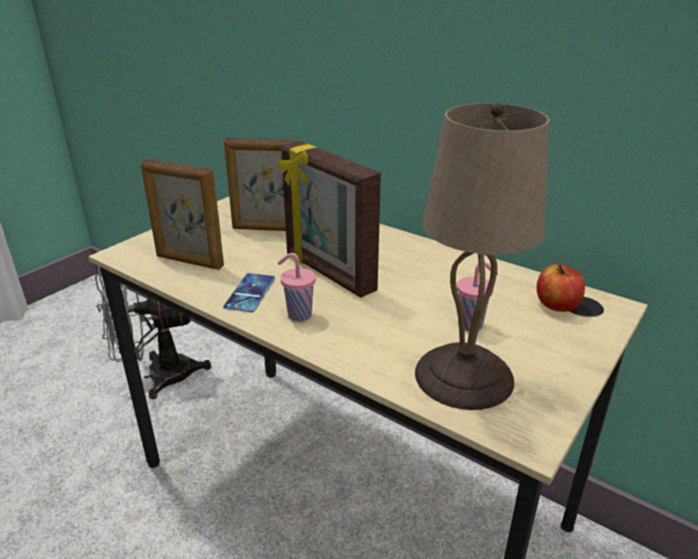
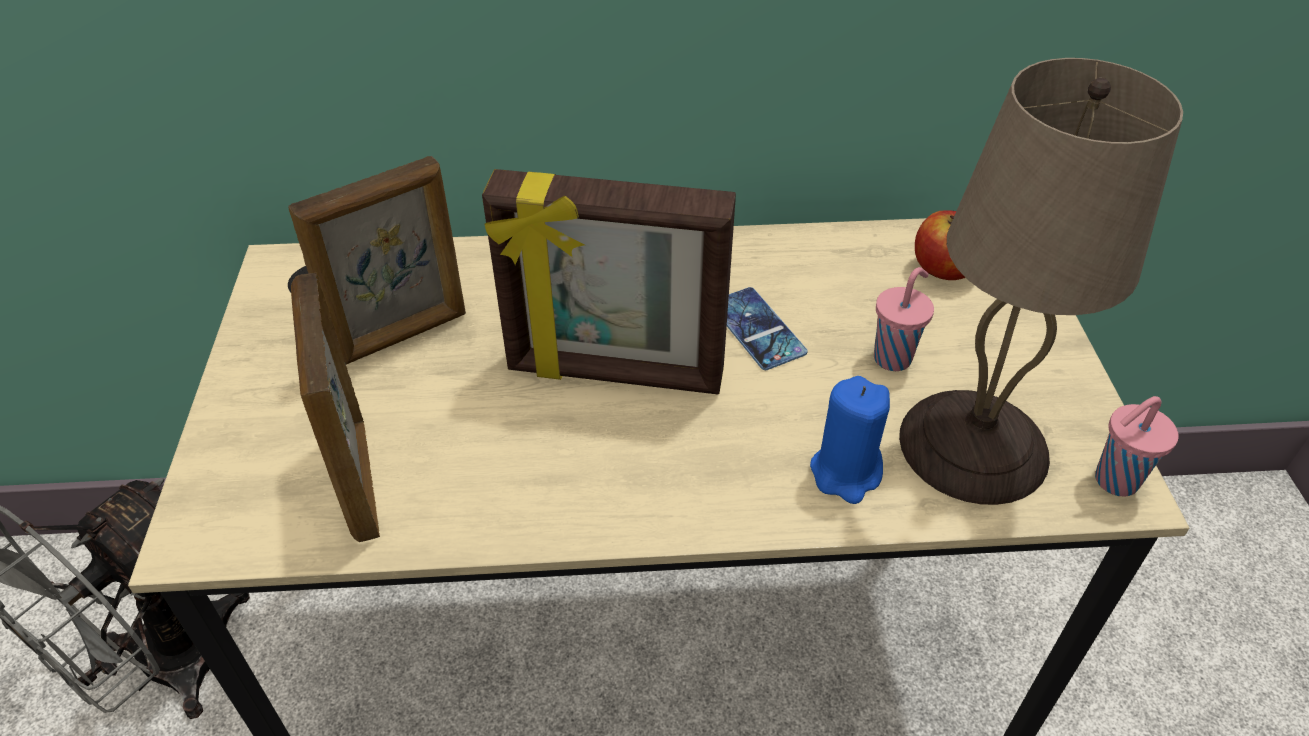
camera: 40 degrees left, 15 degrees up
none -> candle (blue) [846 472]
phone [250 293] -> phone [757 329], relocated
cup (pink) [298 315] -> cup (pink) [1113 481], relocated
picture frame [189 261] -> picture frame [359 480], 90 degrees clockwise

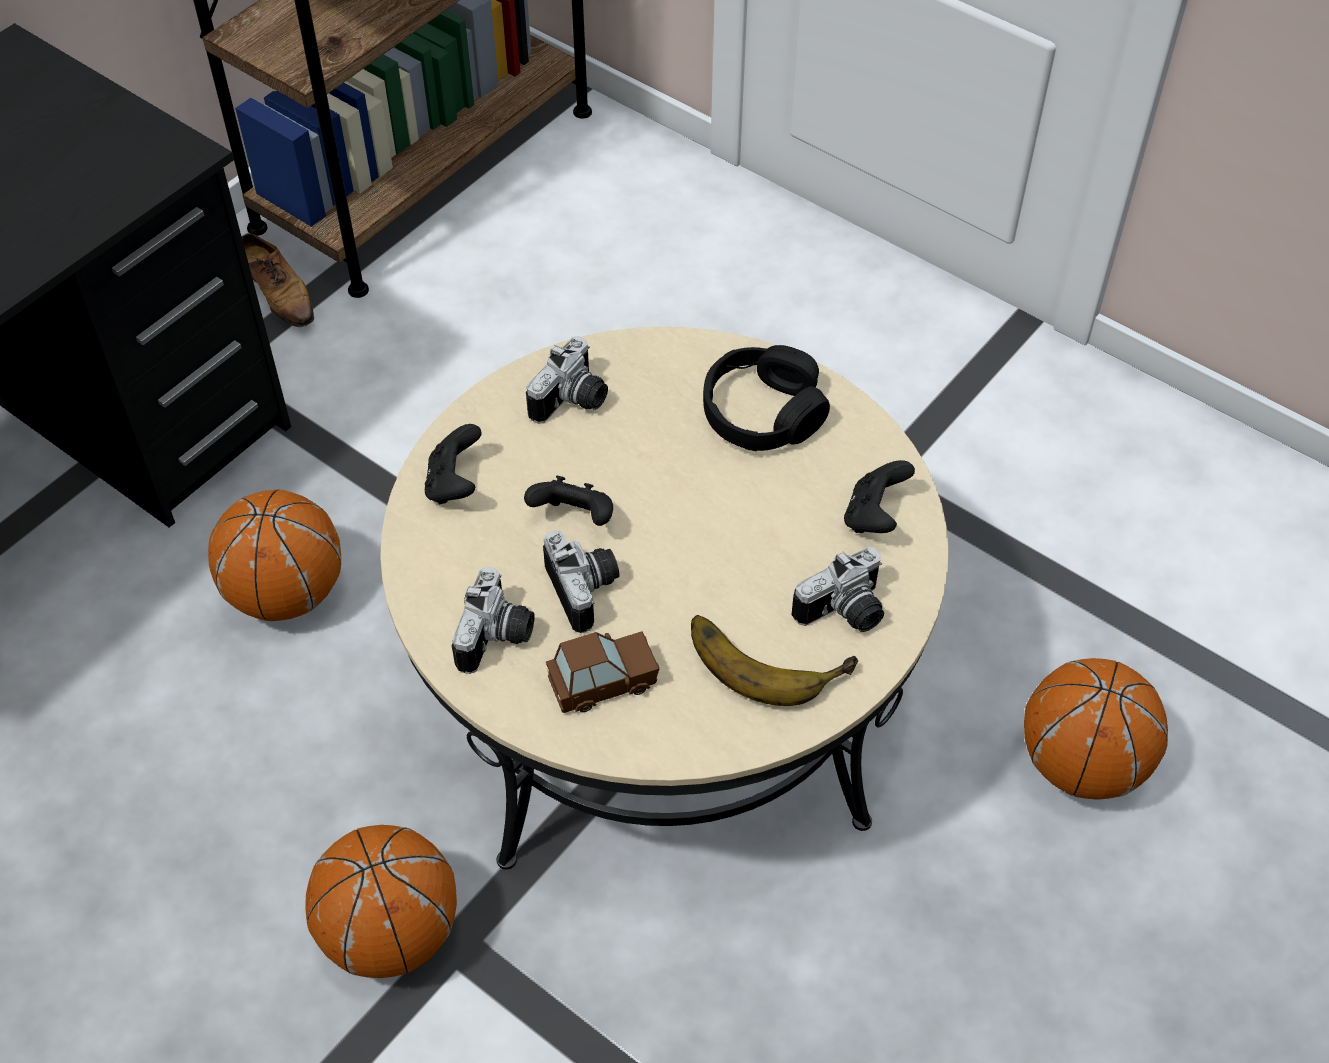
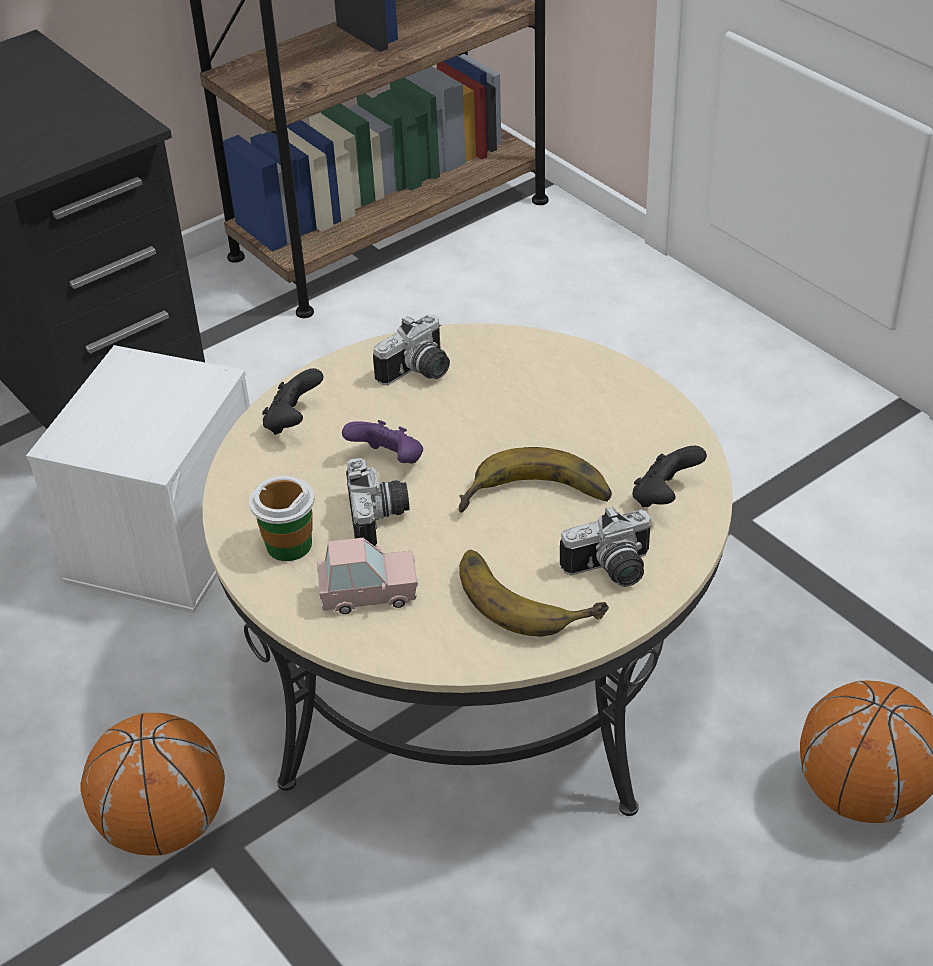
camera: 15 degrees right, 10 degrees down
shoe [279 293] -> none
headphones (black) [763 413] -> none
none -> banana [536 501]
basketball [286 593] -> storage box (white) [166 536]
photo camera [498 638] -> cup [288 544]
game controller (black) [574 518] -> game controller (purple) [389 461]
toy car (brown) [603 683] -> toy car (pink) [369 594]

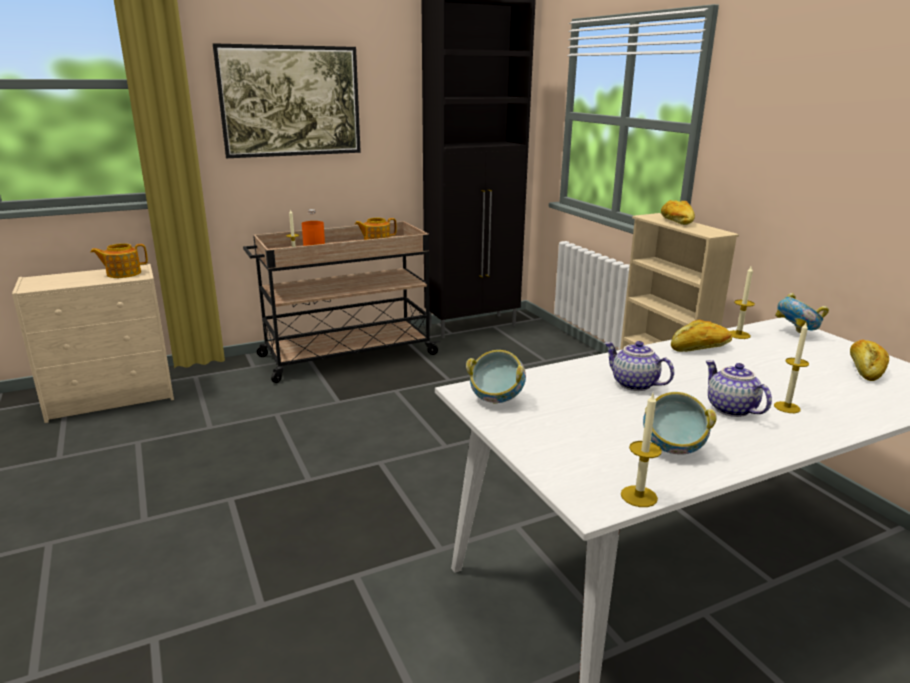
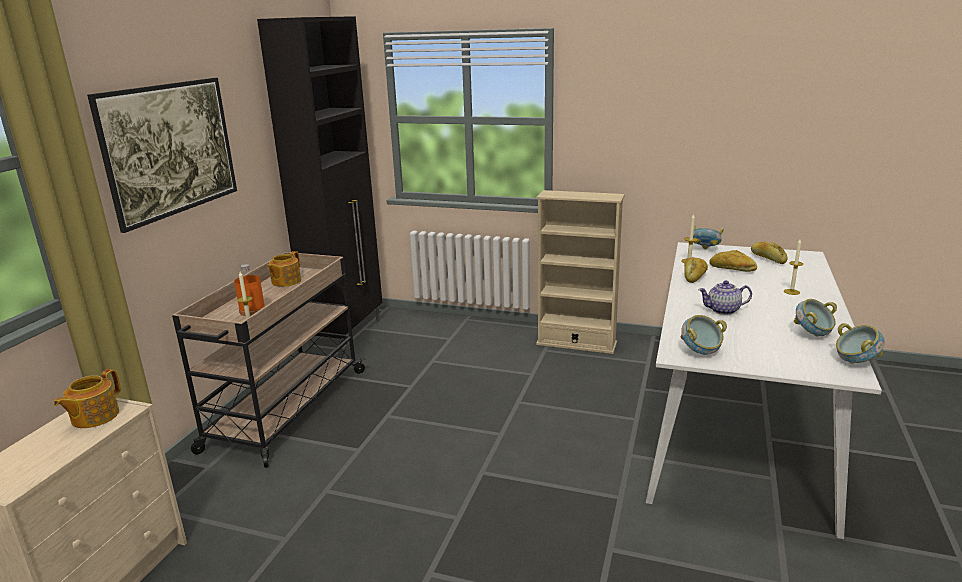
camera: 45 degrees left, 0 degrees up
teapot [730 409] -> none
bread [676 221] -> bread [732 269], relocated
candle [639 496] -> bowl [855 362]

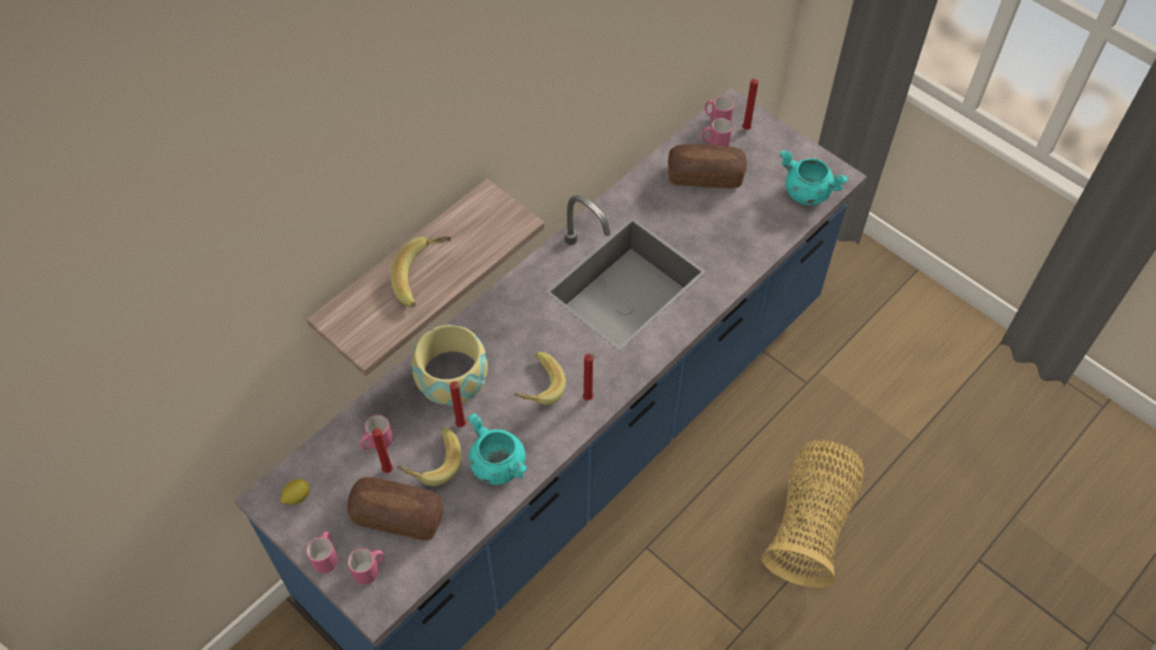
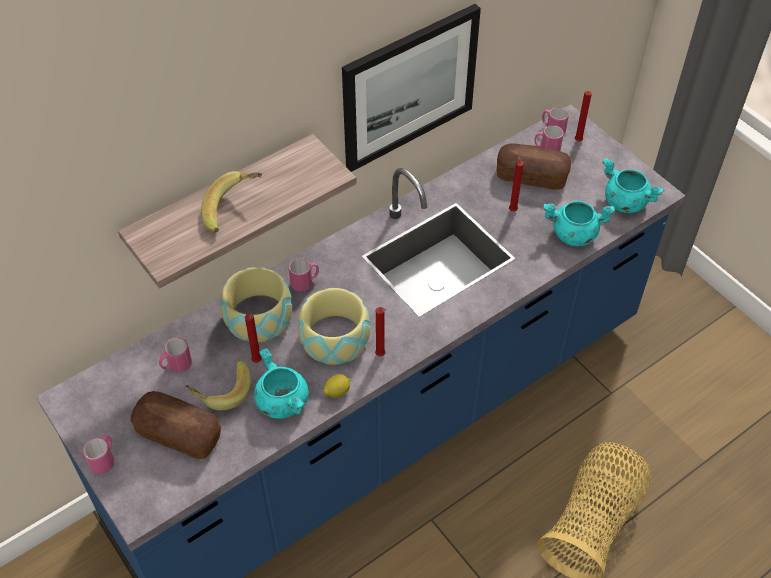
camera: 10 degrees right, 5 degrees down
none -> picture [409 87]
none -> cooking pot (turquoise) [573 234]
lemon [297 497] -> lemon [337 392], relocated
mug (pink) [370 570] -> mug (pink) [305 282], relocated
candle (red) [387 468] -> candle (red) [512 209], relocated
banana [536 388] -> bowl [334 338]

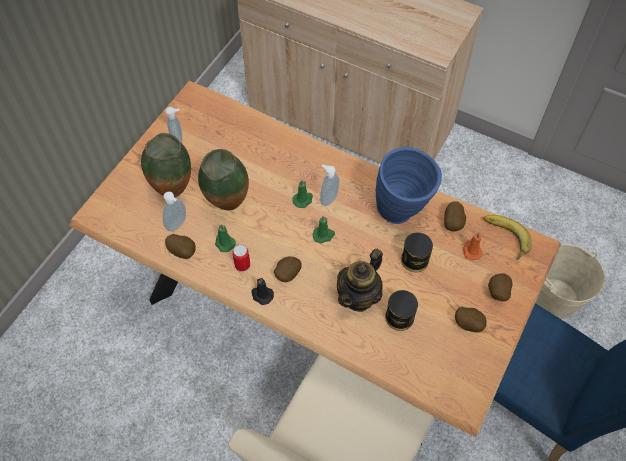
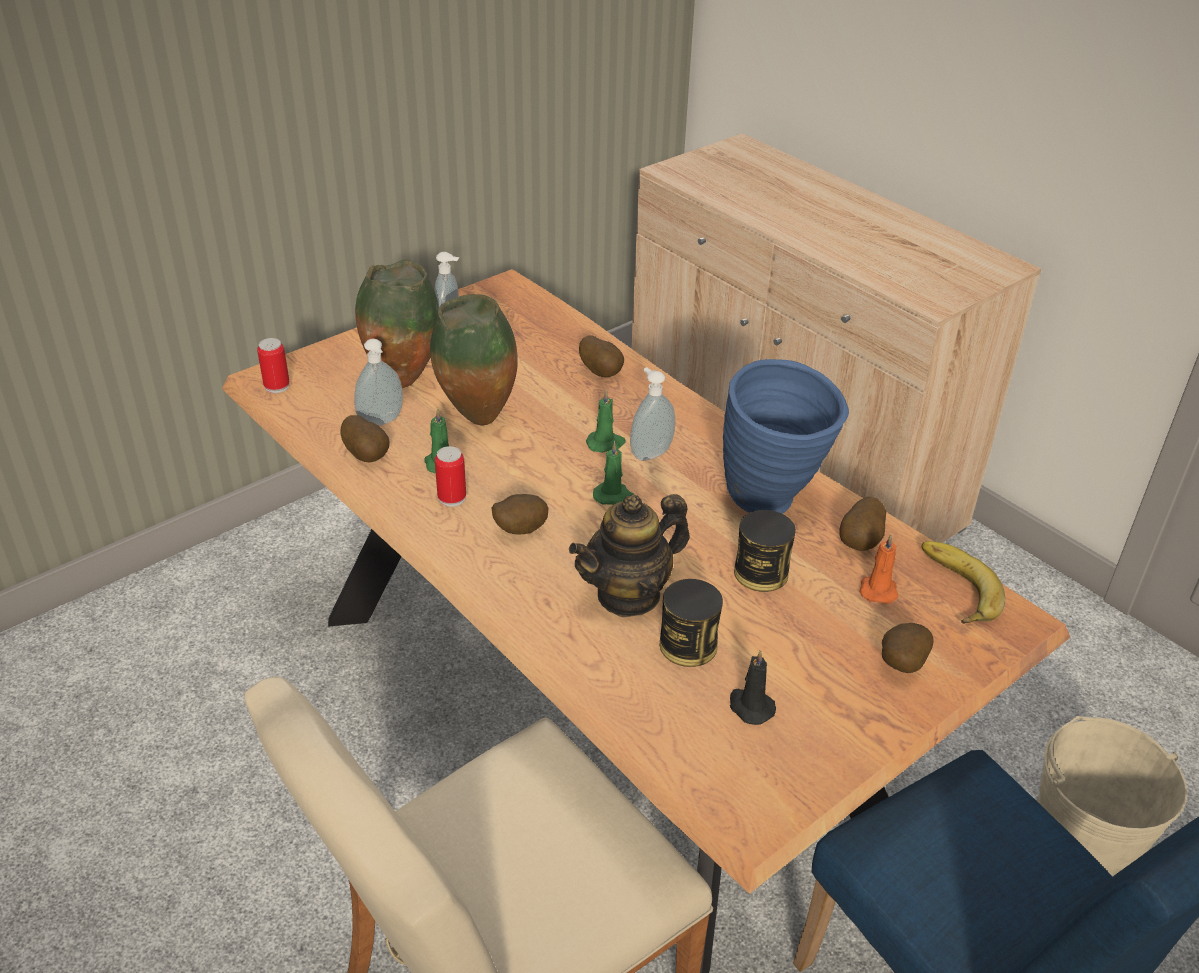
camera: 20 degrees right, 20 degrees down
none -> can [277 386]
candle (black) [261 295] -> candle (black) [750 706], relocated
potato [468 323] -> potato [602 372], relocated

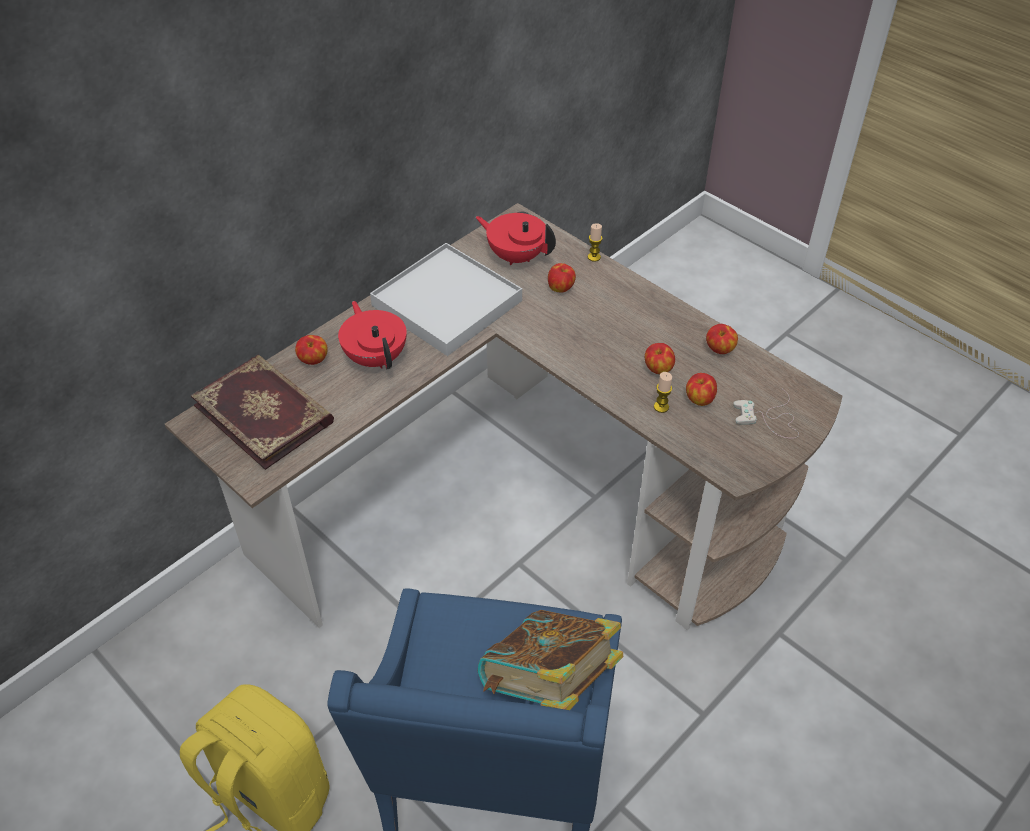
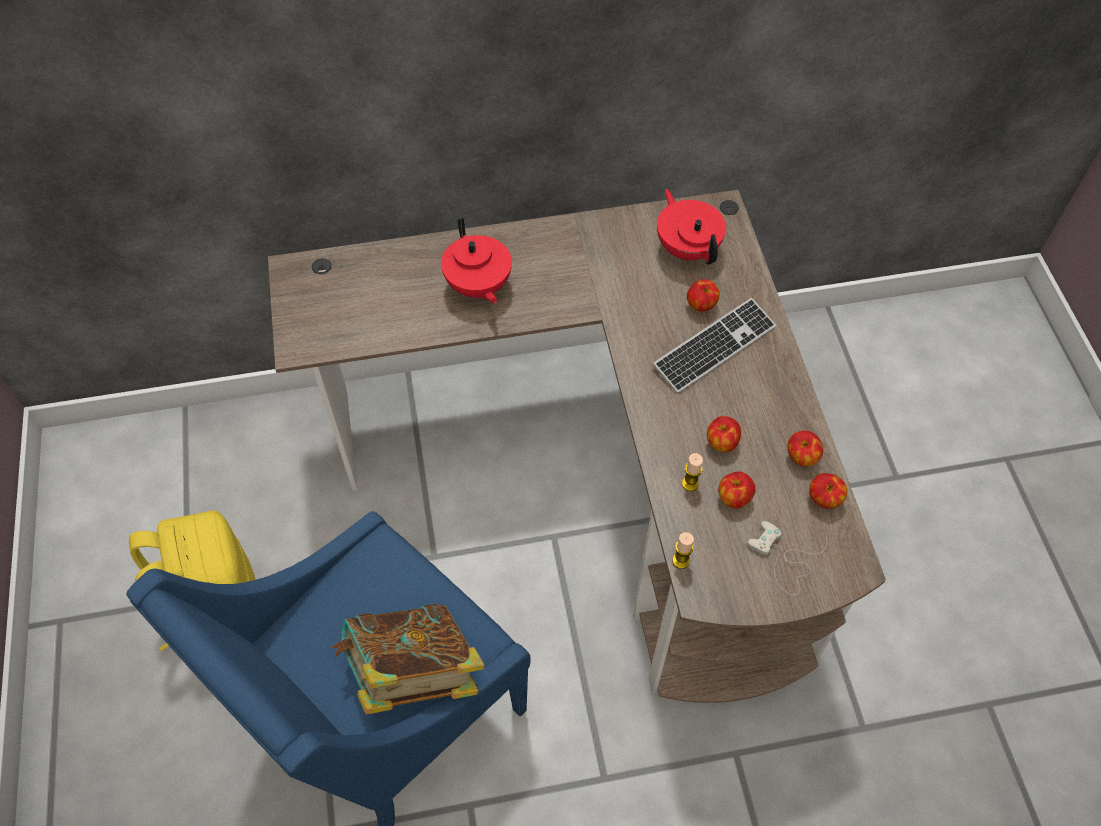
camera: 35 degrees right, 10 degrees up
book [265 412] -> none
tray (white) [447 303] -> none
none -> keyboard [714 347]
apple [313 360] -> apple [824 499], relocated
candle [594 257] -> candle [681 560], relocated
teapot (red) [376 357] -> teapot (red) [478 286], 150 degrees clockwise

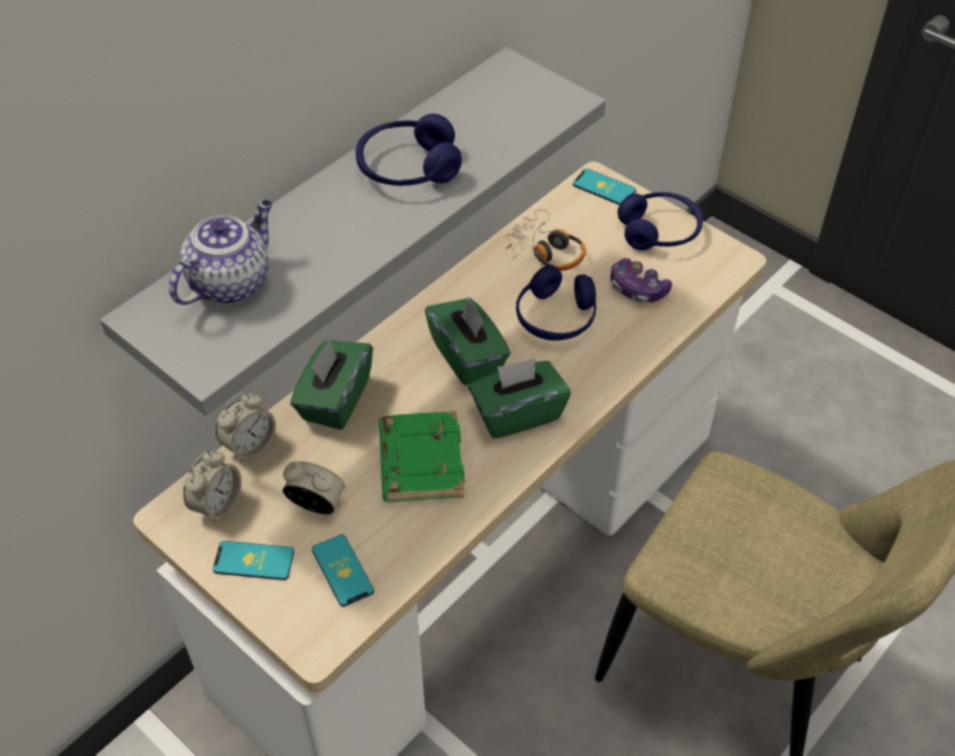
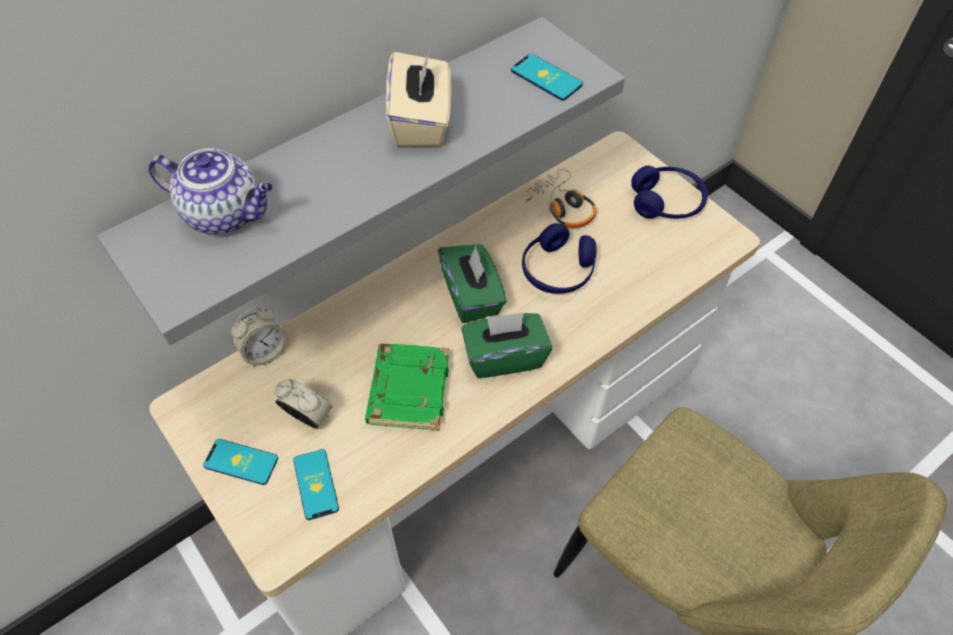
camera: 10 degrees right, 5 degrees up
alarm clock [217 504] -> none
tissue box (green) [335 400] -> none
game controller [637 289] -> none
phone [604 188] -> phone [546 78], relocated
headphones (blue) [408 168] -> tissue box (beige) [421 122]
teapot [230 282] -> teapot [225 214], 60 degrees clockwise

